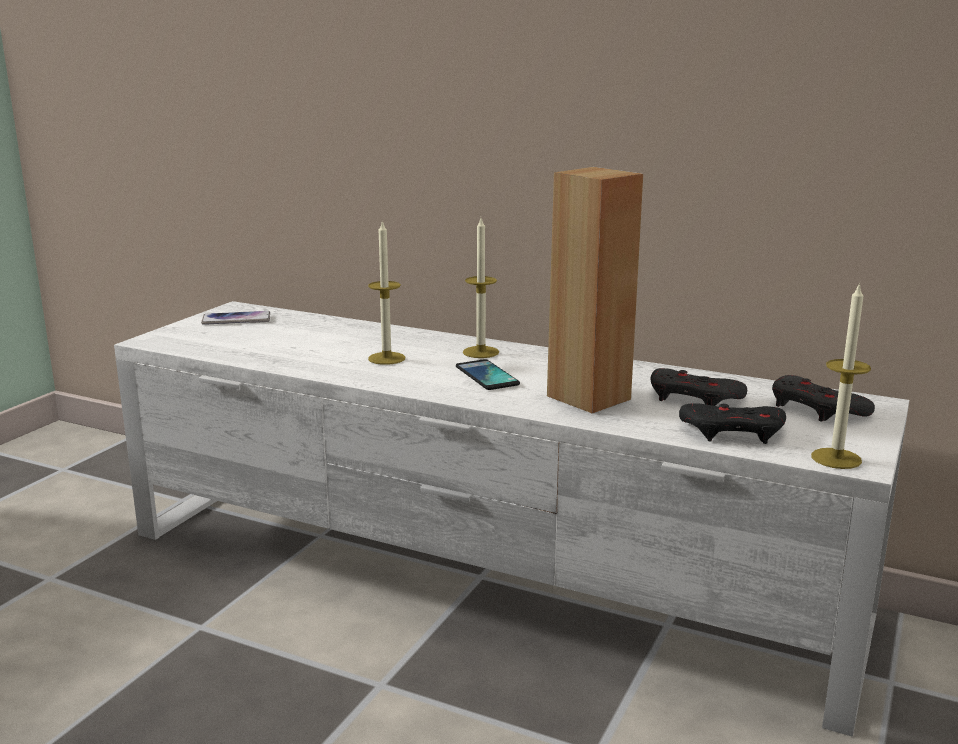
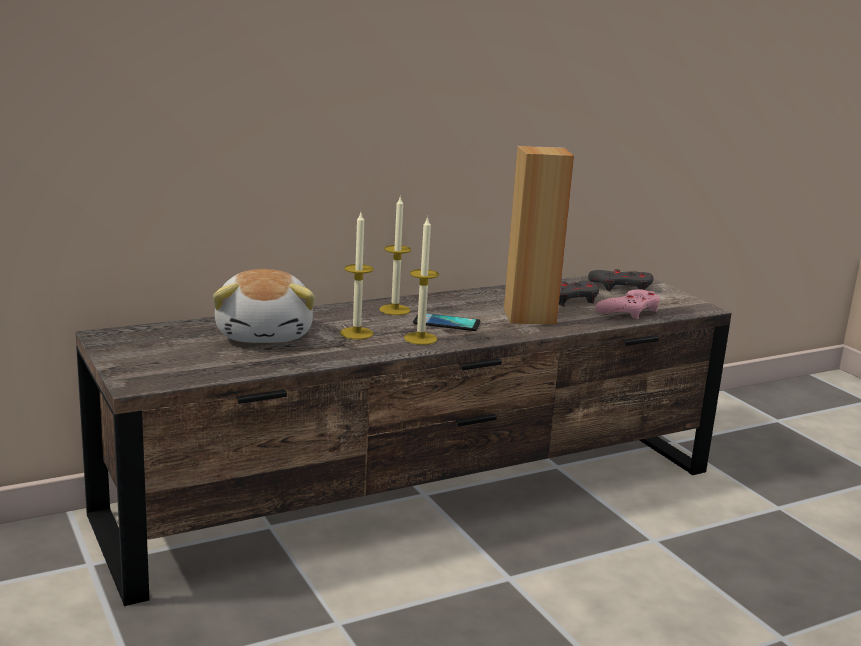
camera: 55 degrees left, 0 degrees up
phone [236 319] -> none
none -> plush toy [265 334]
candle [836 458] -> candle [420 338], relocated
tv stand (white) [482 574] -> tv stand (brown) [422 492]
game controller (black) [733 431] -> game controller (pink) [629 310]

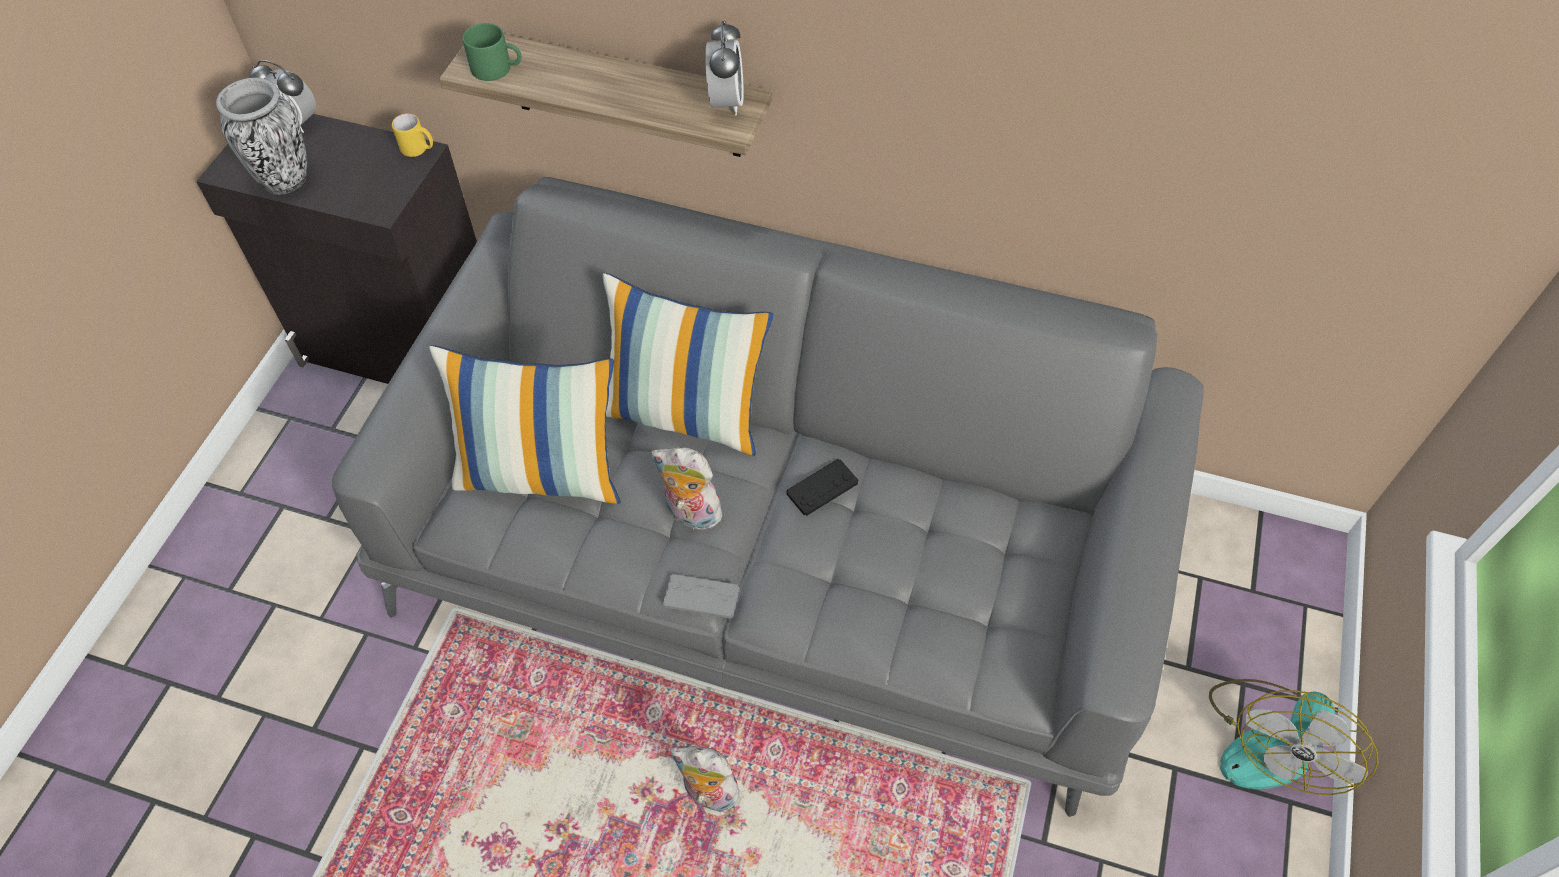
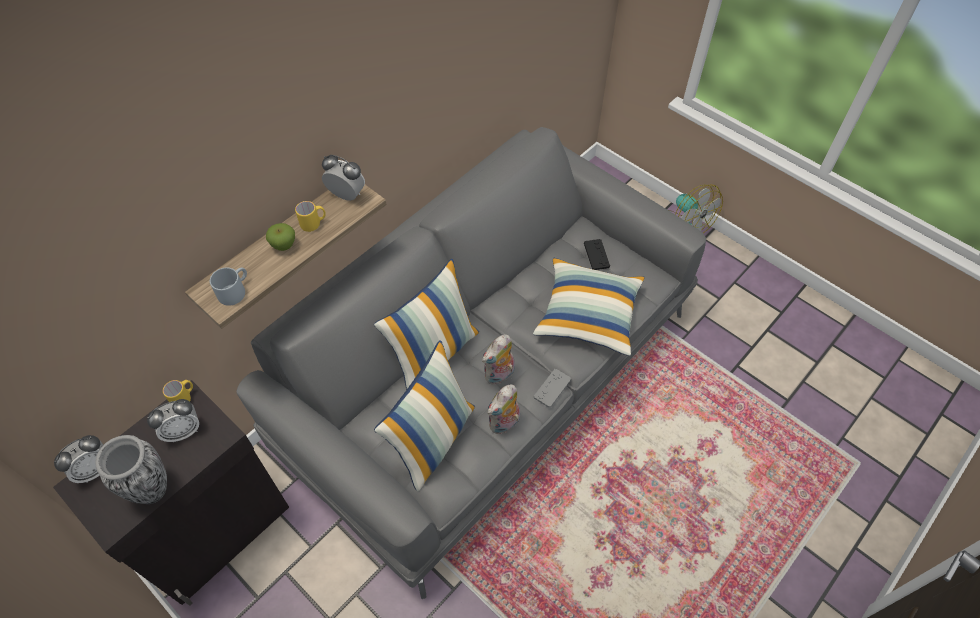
camera: 65 degrees left, 0 degrees up
none -> alarm clock [183 431]
none -> apple [284 245]
none -> mug (yellow) [314 224]
none -> pillow [588 314]
plush toy [708 794] -> plush toy [504 424], relocated
game controller (black) [822 488] -> game controller (black) [596 255], relocated
mug (green) [498 68] -> mug (grey) [234 290]

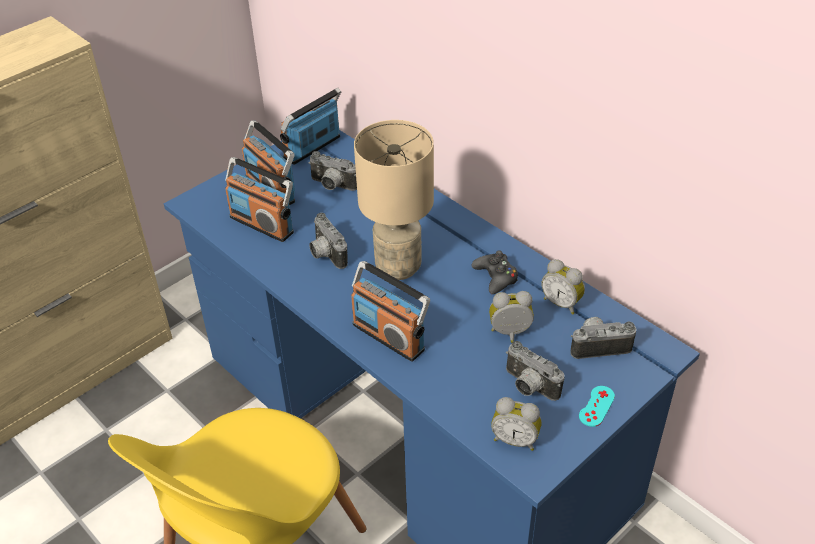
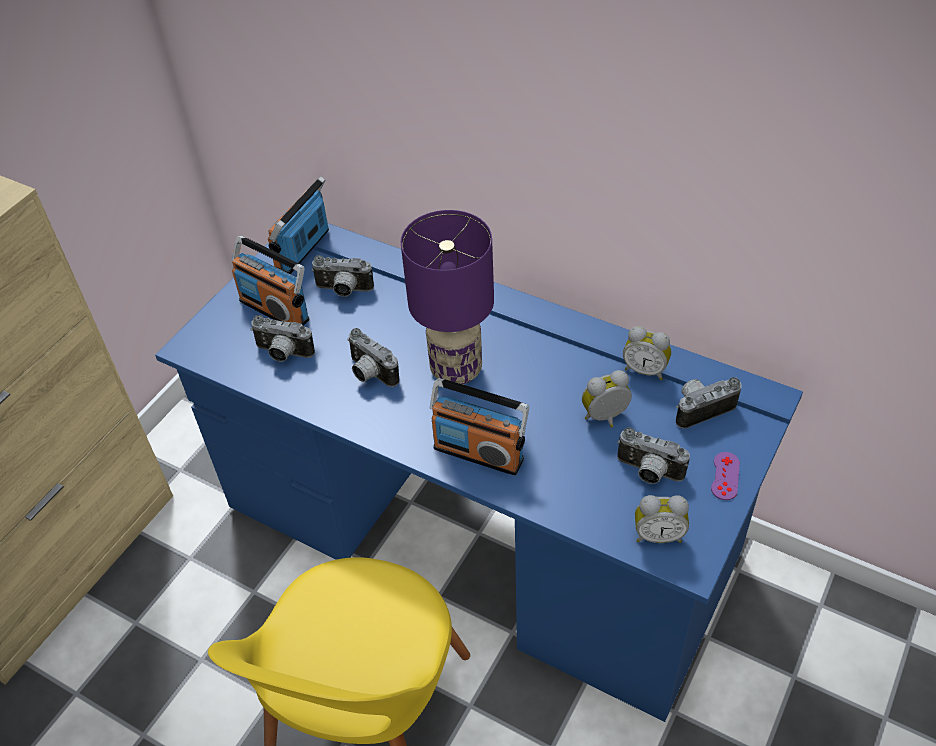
camera: 15 degrees left, 5 degrees up
game controller (black) [496 277] -> none
radio [262 224] -> photo camera [282 354]
table lamp (beige) [397 267] -> table lamp (purple) [455 370]
game controller (turquoise) [596 406] -> game controller (purple) [725 476]

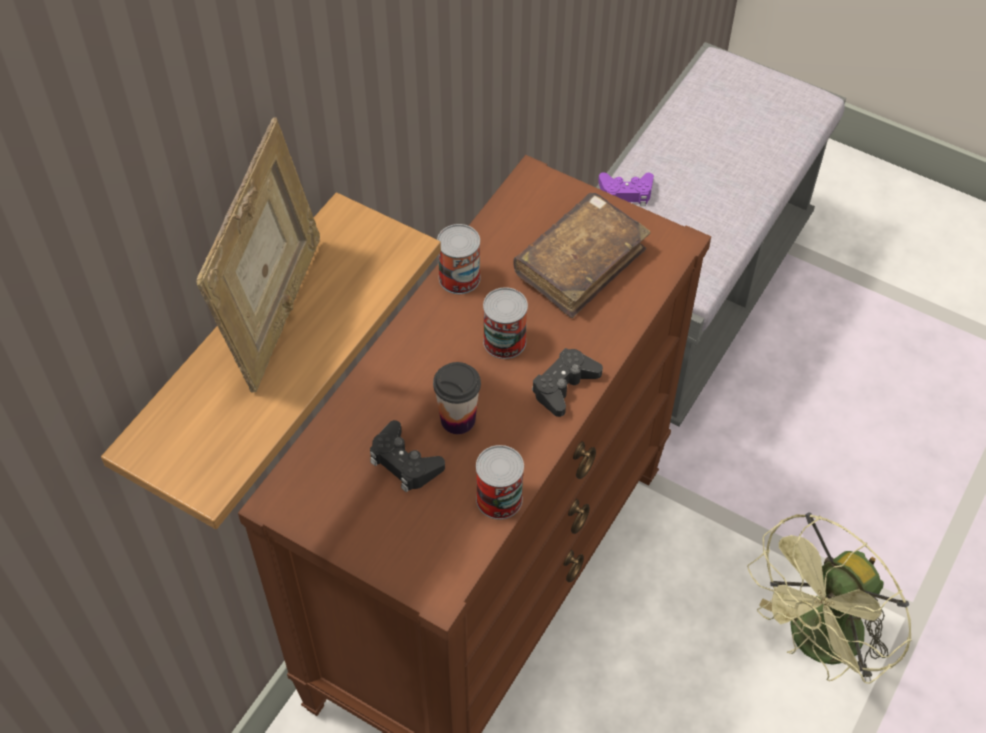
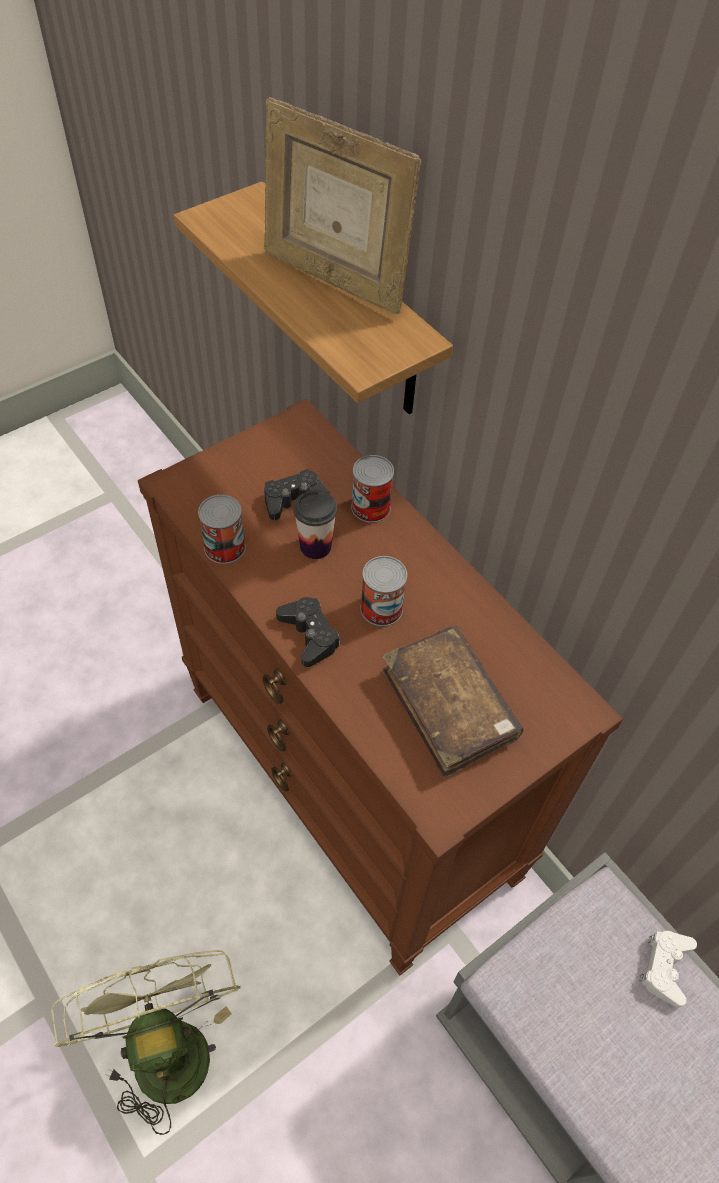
camera: 110 degrees right, 0 degrees up
can [459 278] -> can [370 507], relocated
game controller (purple) [626 193] -> game controller (white) [665 967]

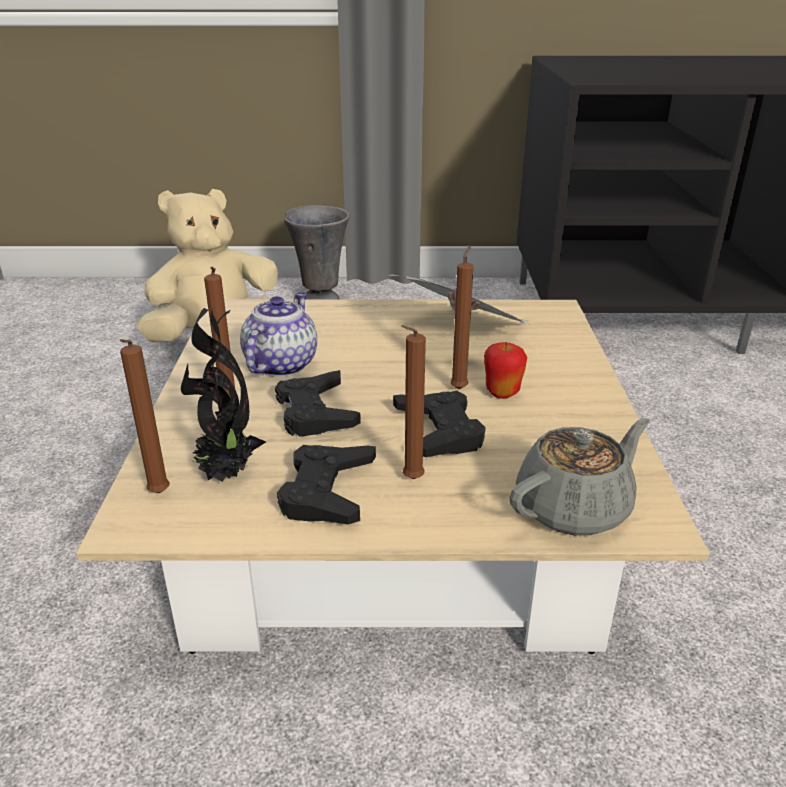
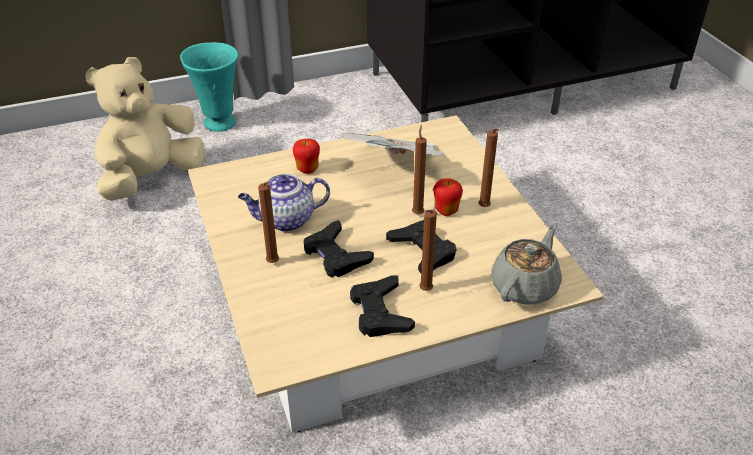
camera: 20 degrees left, 10 degrees up
potted plant [227 474] -> none
none -> apple [307 169]
candle (brown) [158 495] -> candle (brown) [484 208], relocated
vase (grey) [320 299] -> vase (turquoise) [219 122]
teapot [281 364] -> teapot [286 220], 105 degrees counterclockwise

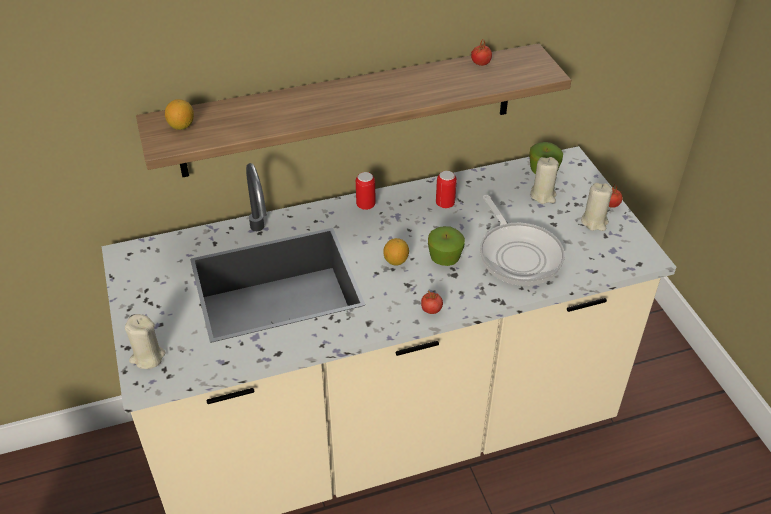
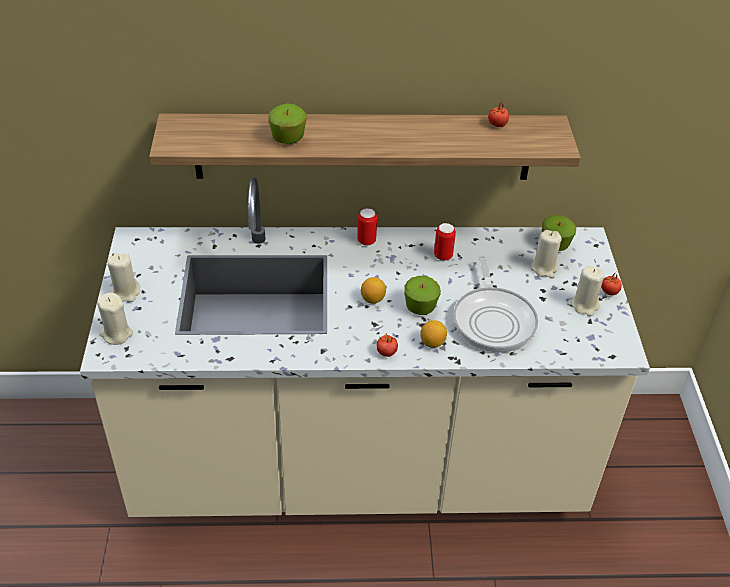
camera: 15 degrees right, 0 degrees up
none -> candle (beige) [126 292]
none -> apple [288 138]
lemon [181 126] -> lemon [432 343], relocated

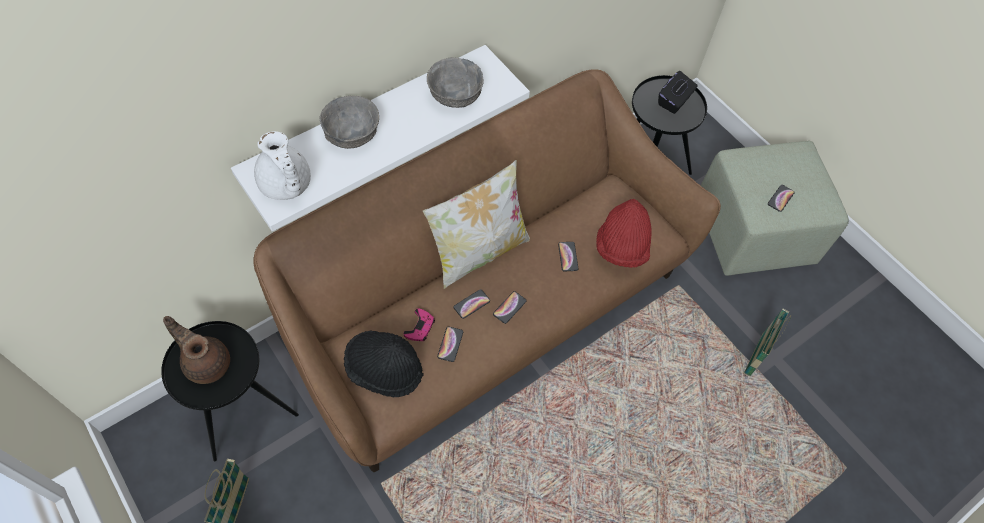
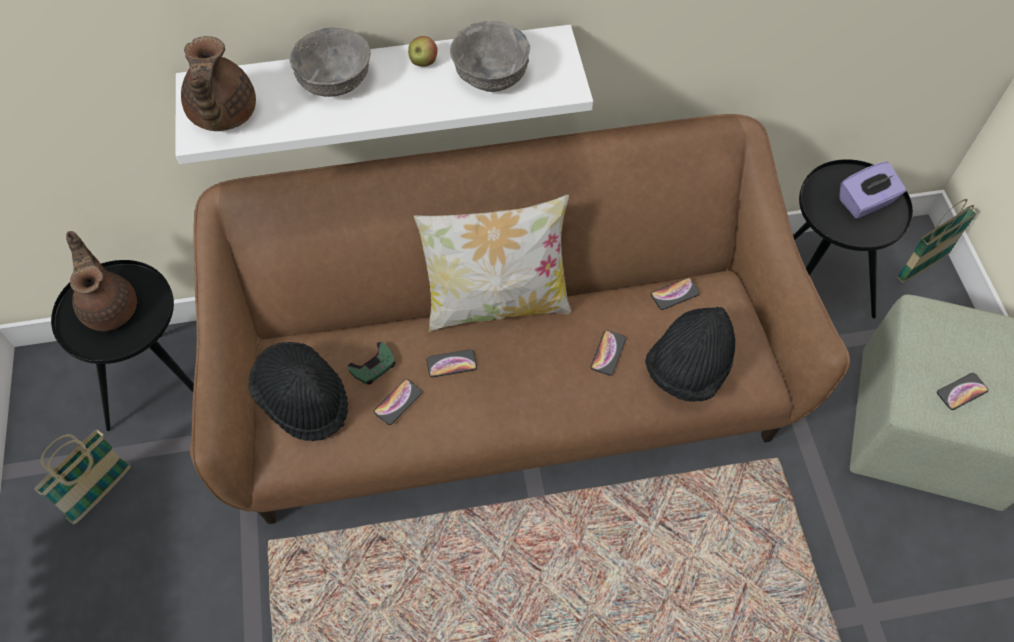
camera: 30 degrees right, 0 degrees up
none -> apple [423 62]
phone [509 307] -> phone [675 294], relocated
basket [755 355] -> basket [921 267], relocated
teapot (white) [286 185] -> teapot (brown) [222 115]
game controller (pink) [420 327] -> game controller (green) [373 366]
hat (red) [621 247] -> hat (black) [688 369]
tissue box (black) [674 101] -> tissue box (purple) [865 202]

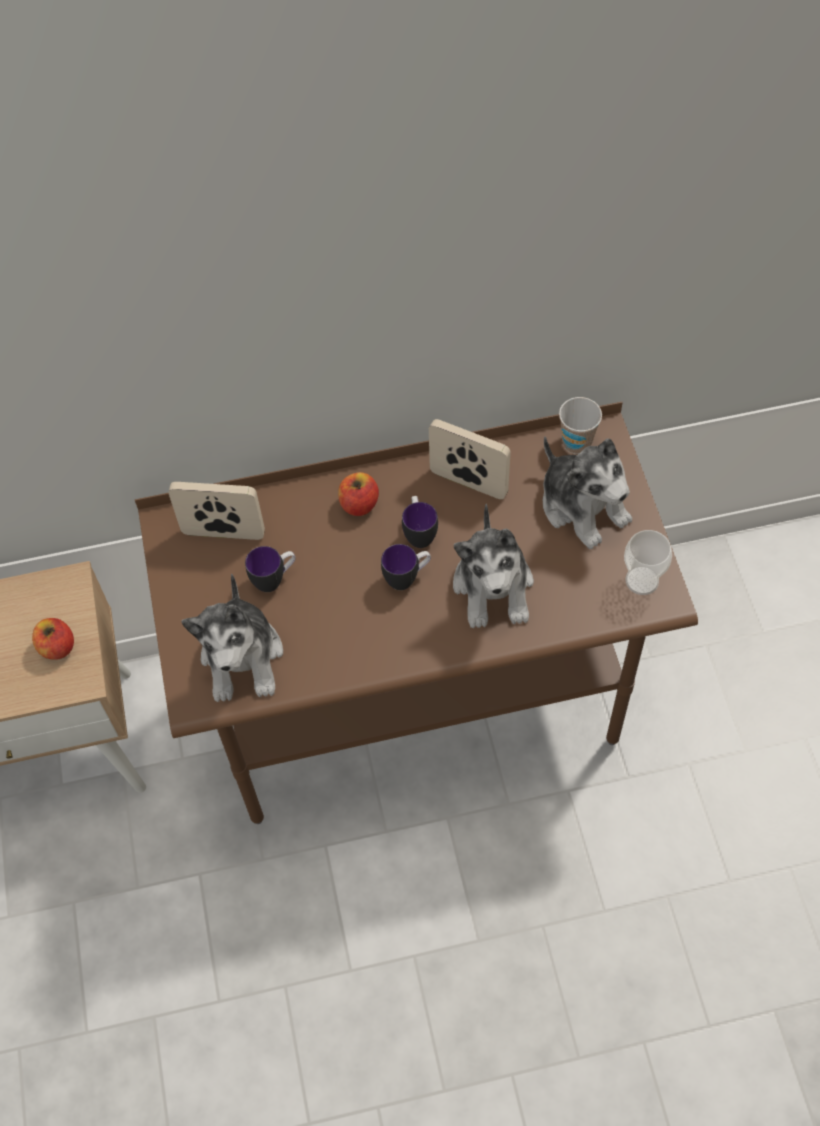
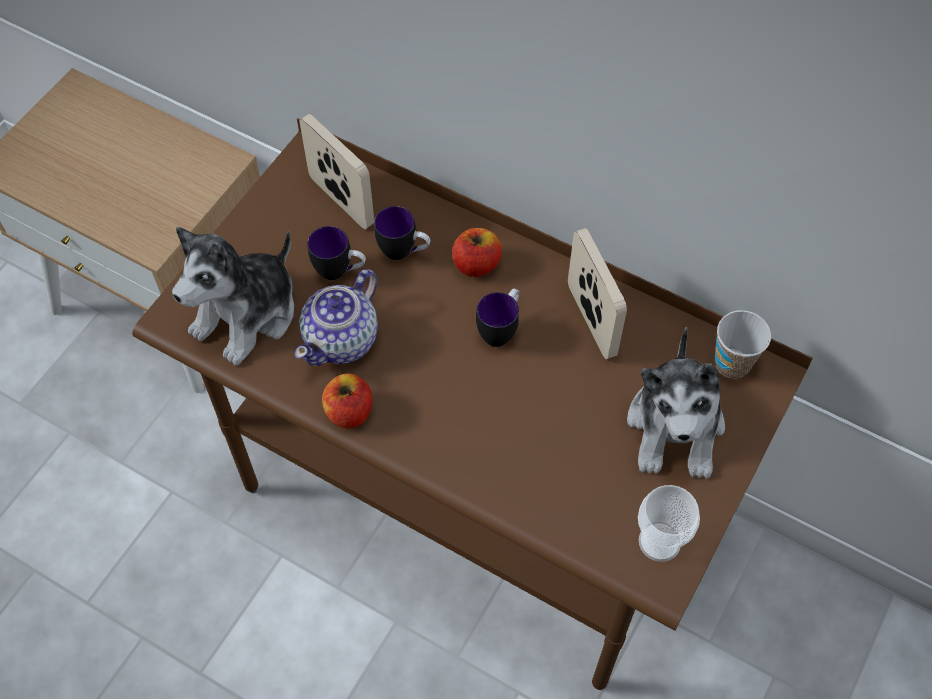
camera: 40 degrees right, 0 degrees up
plush toy [494 586] -> none
none -> teapot [342 339]
apple [57 647] -> apple [349 411], relocated
mug [407 578] -> mug [404 252], relocated

